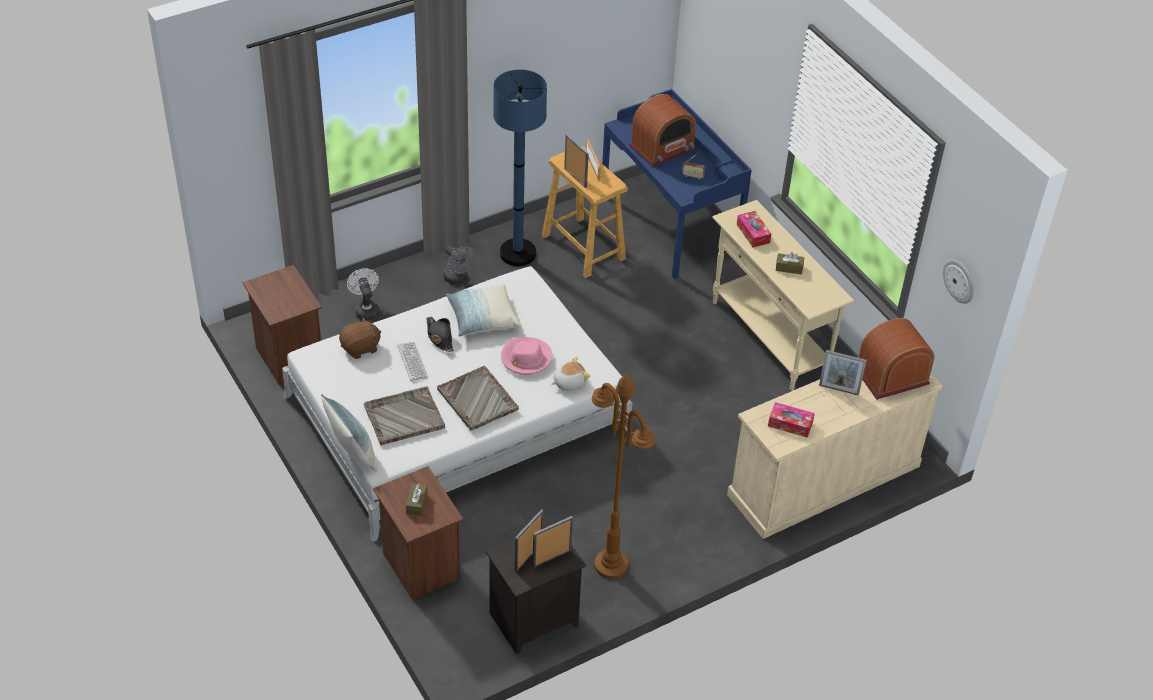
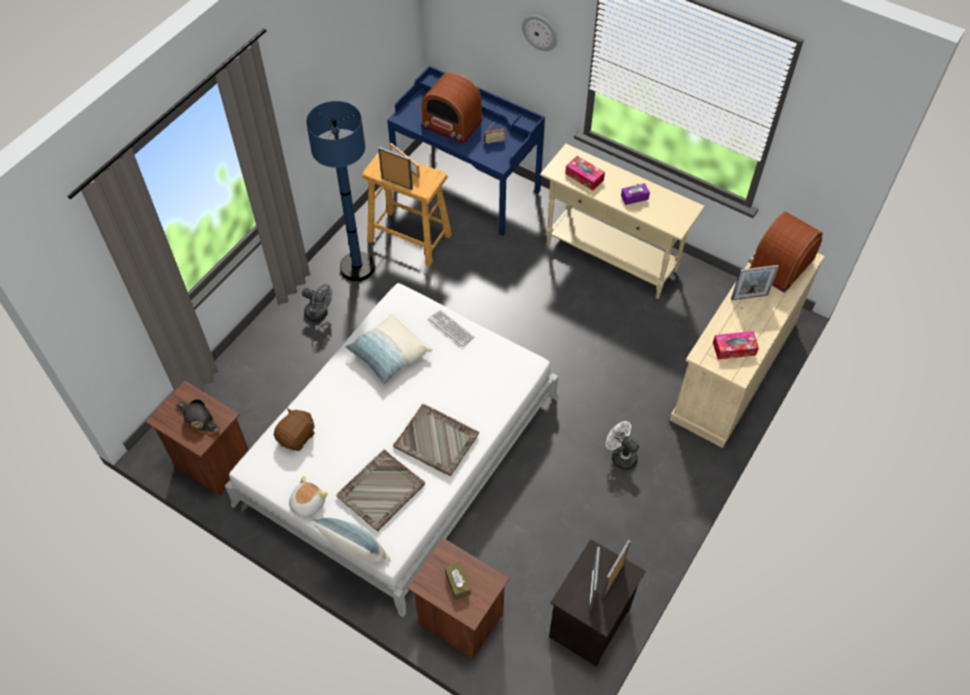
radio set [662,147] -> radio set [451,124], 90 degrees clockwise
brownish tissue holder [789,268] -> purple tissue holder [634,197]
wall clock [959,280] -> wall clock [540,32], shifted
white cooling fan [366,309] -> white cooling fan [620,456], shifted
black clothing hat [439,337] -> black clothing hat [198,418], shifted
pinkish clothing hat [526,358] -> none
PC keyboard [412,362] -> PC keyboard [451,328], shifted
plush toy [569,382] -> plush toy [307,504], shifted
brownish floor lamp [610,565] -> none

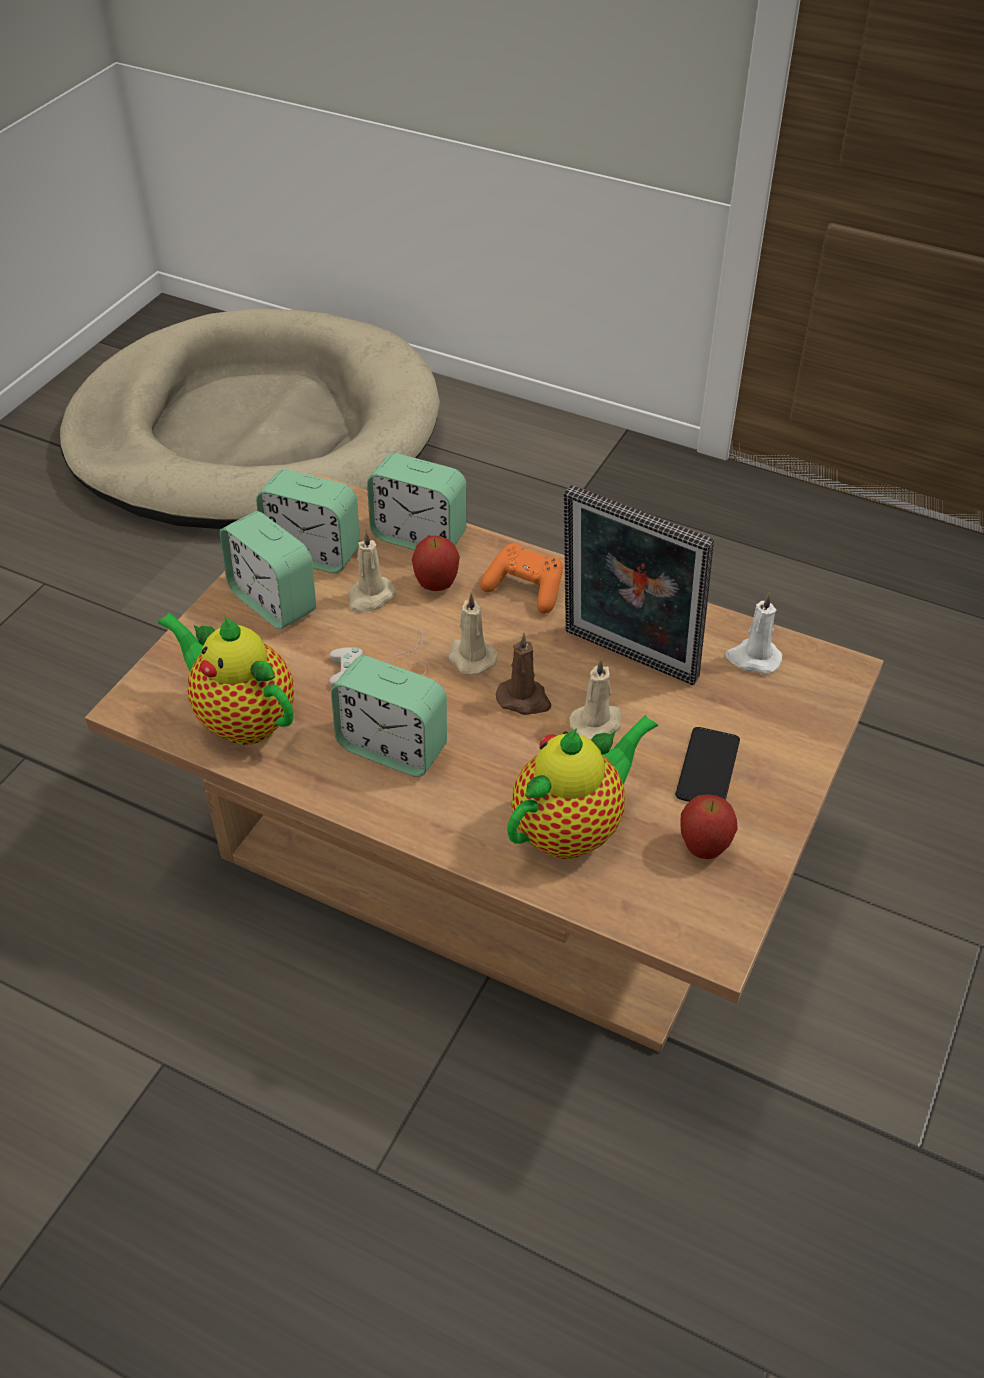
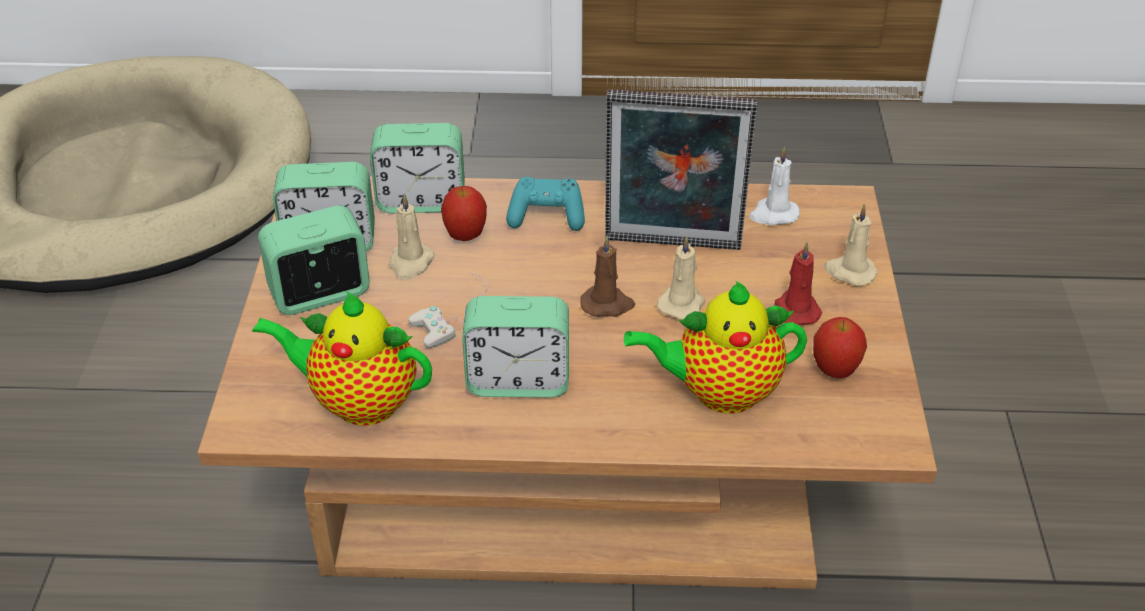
table clock [273,602] -> table clock [320,294], 135 degrees clockwise
orangey game controller [525,589] -> blue-green game controller [546,216]
sand-coloured candle [470,657] -> sand-coloured candle [849,272], shifted
teapot [573,828] -> teapot [719,392], 120 degrees counterclockwise
phone [707,768] -> red-coloured candle [795,309]

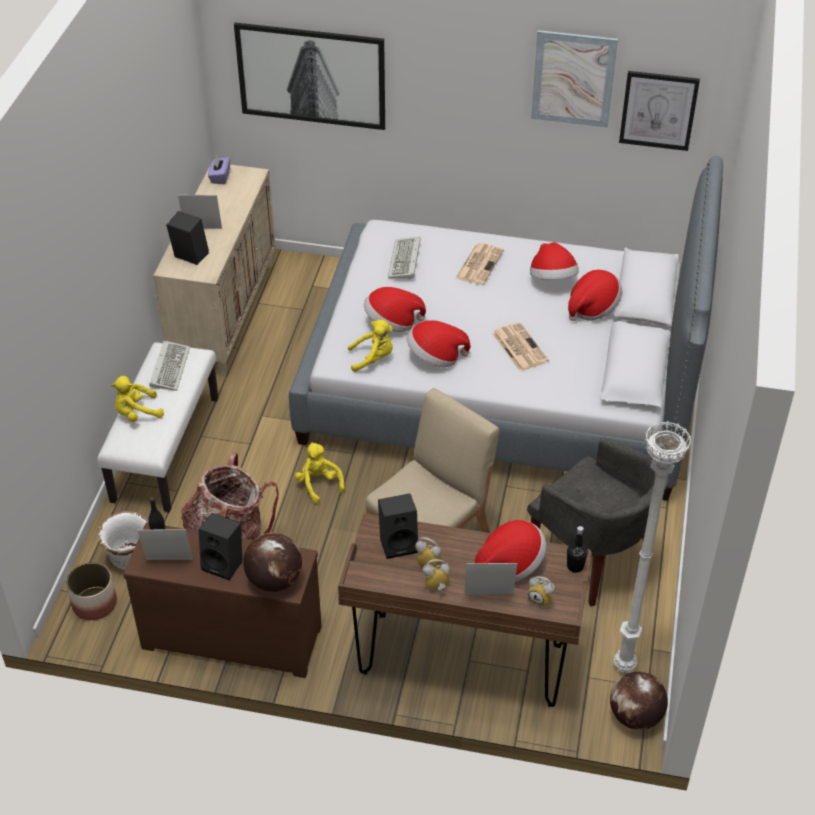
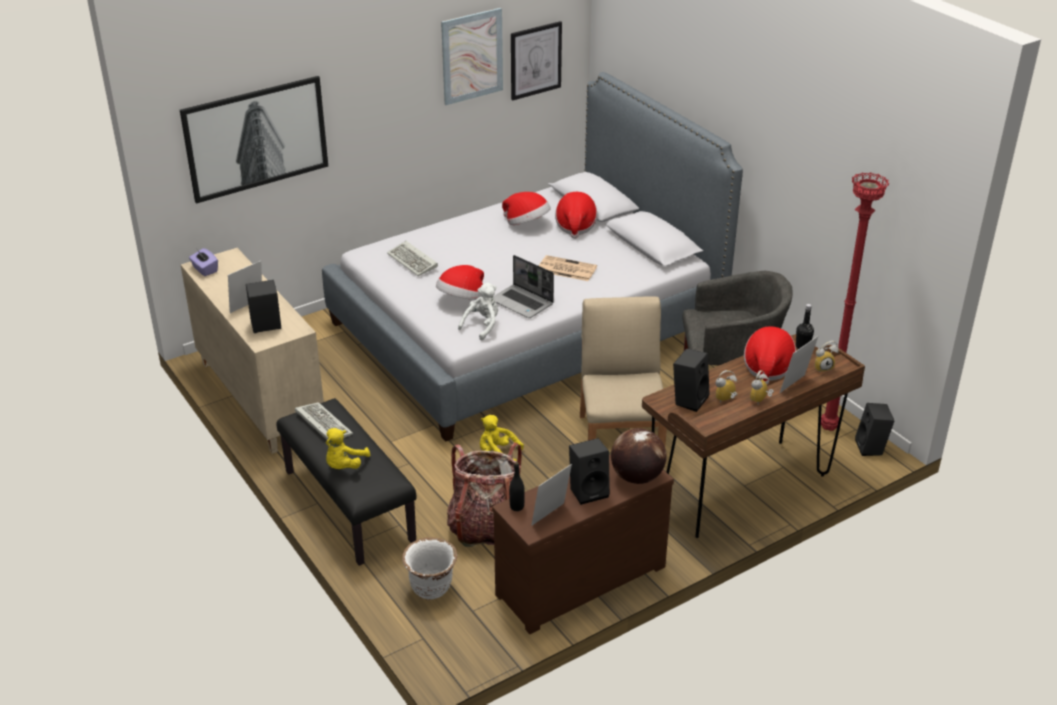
printed paper [479,264] -> none
yellow-coloured plush toy [373,358] -> white plush toy [482,326]
clothing hat [435,357] -> portable computer [522,302]
white bench [165,448] -> black bench [347,506]
white floor lamp [624,666] -> red-coloured floor lamp [827,427]
planter [94,604] -> none
desk globe [635,716] -> black loudspeaker [871,448]

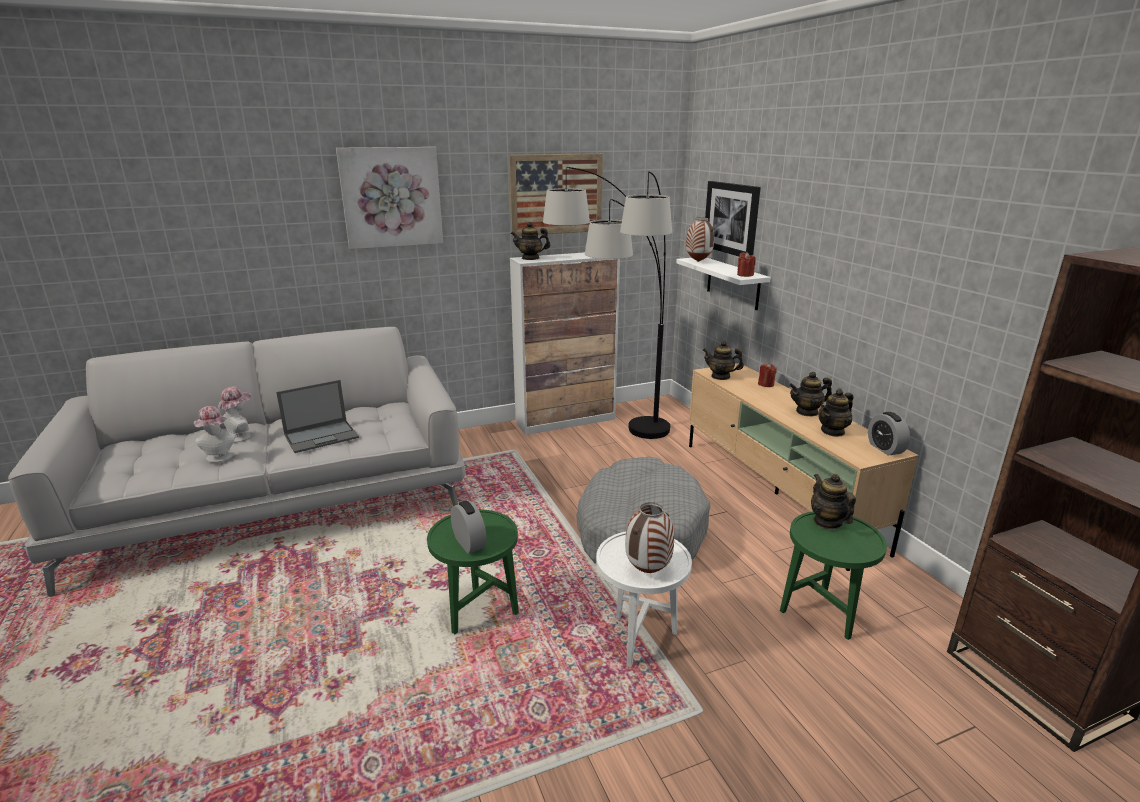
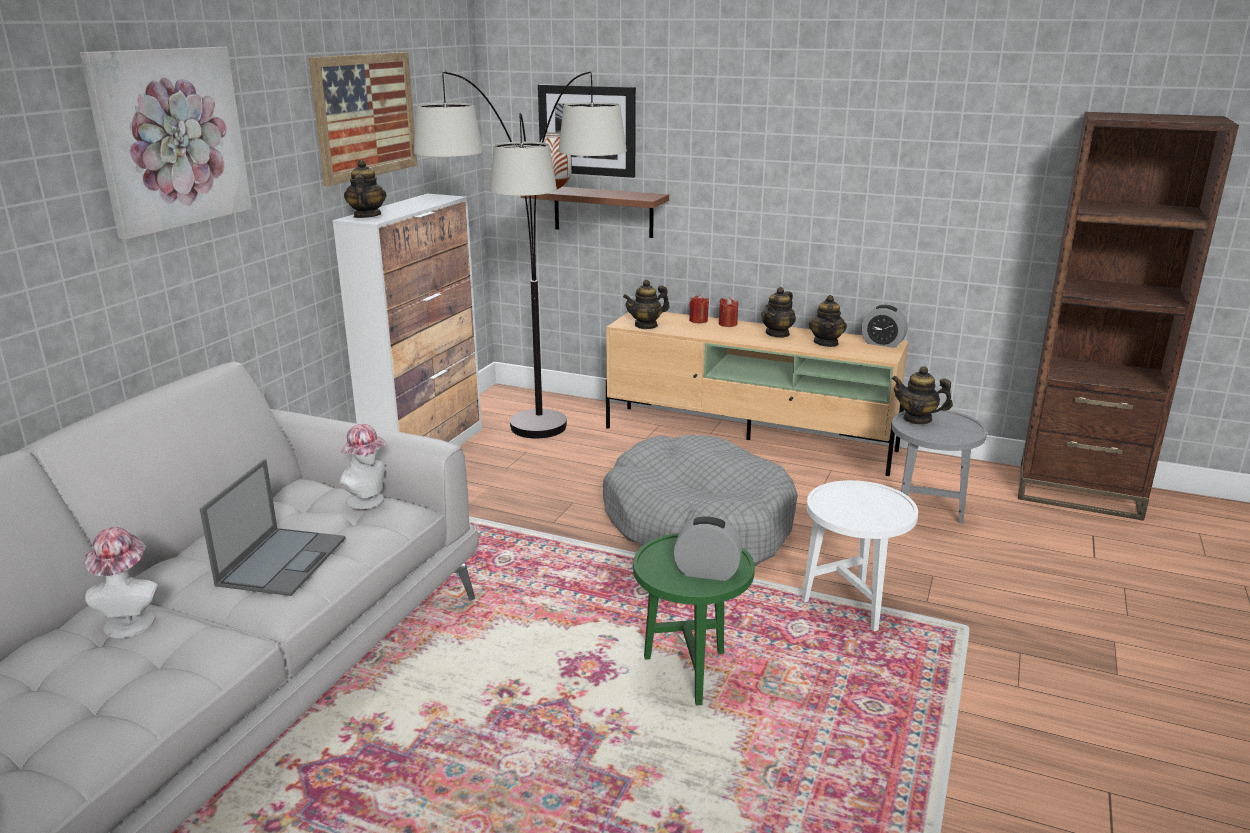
teapot [530,258] -> teapot [366,216], 135 degrees clockwise
red-coloured candle [745,275] -> red-coloured candle [727,324], shifted
white bracket shelf [733,283] -> brownish bracket shelf [603,211]
clothing hat [219,458] -> clothing hat [369,501], shifted
decorative vase [647,570] -> none
green accent table [821,617] -> greyish accent table [926,517]

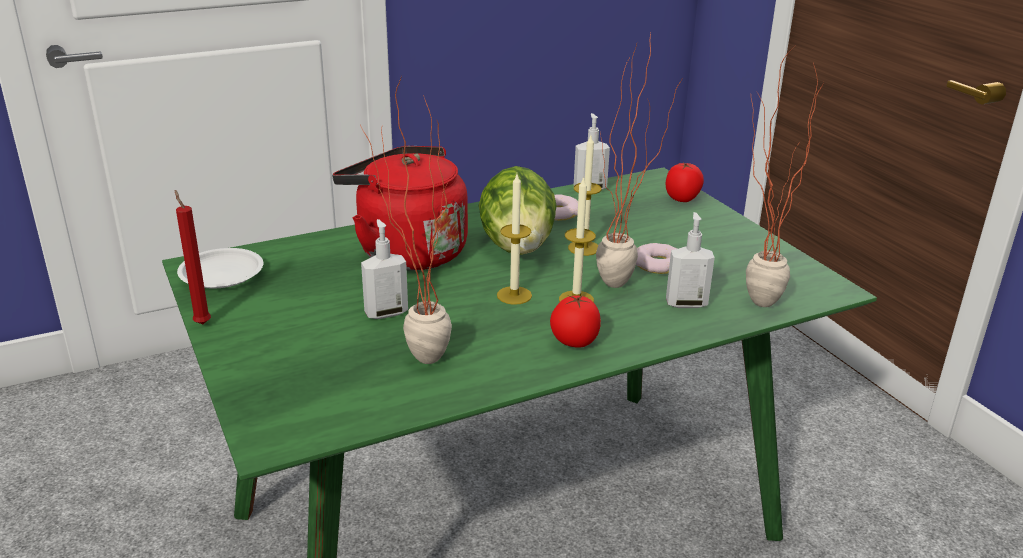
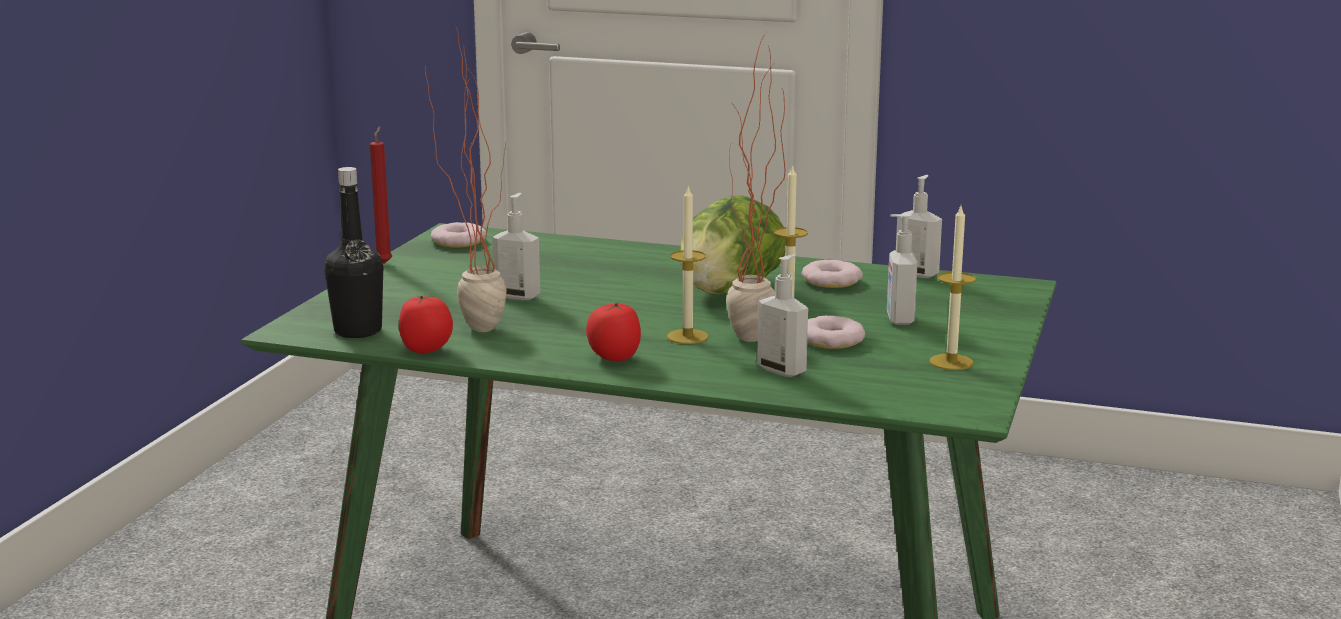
plant in a pot [749,303] -> none
red-coloured kettle [406,251] -> none
whole tomato [682,199] -> whole tomato [427,350], shifted
candle [514,295] -> candle [951,362], shifted
white dinner plate [222,274] -> doughnut [459,241]
none -> black drink bottle [358,331]
none -> liquid soap bottle [898,319]

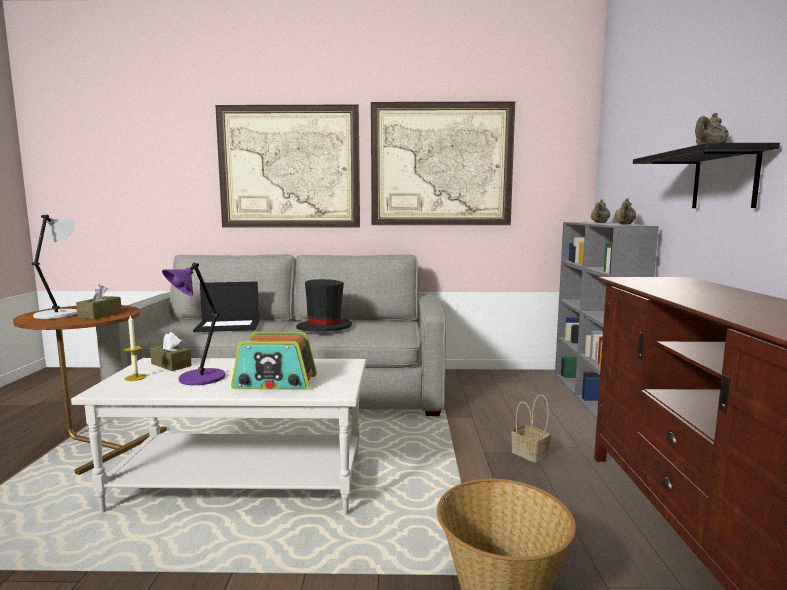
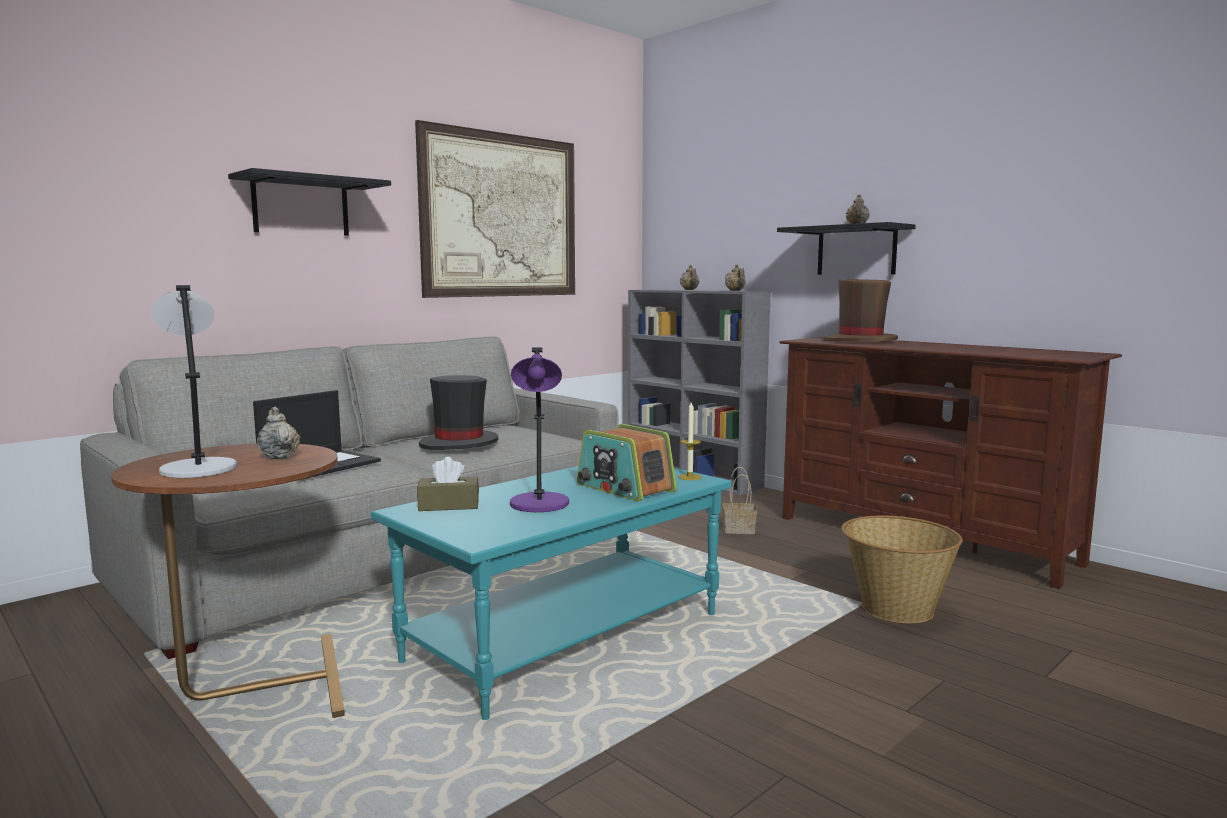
picture [289,167] -> black bracket shelf [301,207]
brownish tissue holder [100,315] -> sand-coloured teapot [279,457]
candle [135,377] -> candle [689,477], shifted
radio set [275,382] -> radio set [624,488], 90 degrees clockwise
white lounge table [243,482] -> blue-green lounge table [565,637]
none -> brownish clothing hat [860,341]

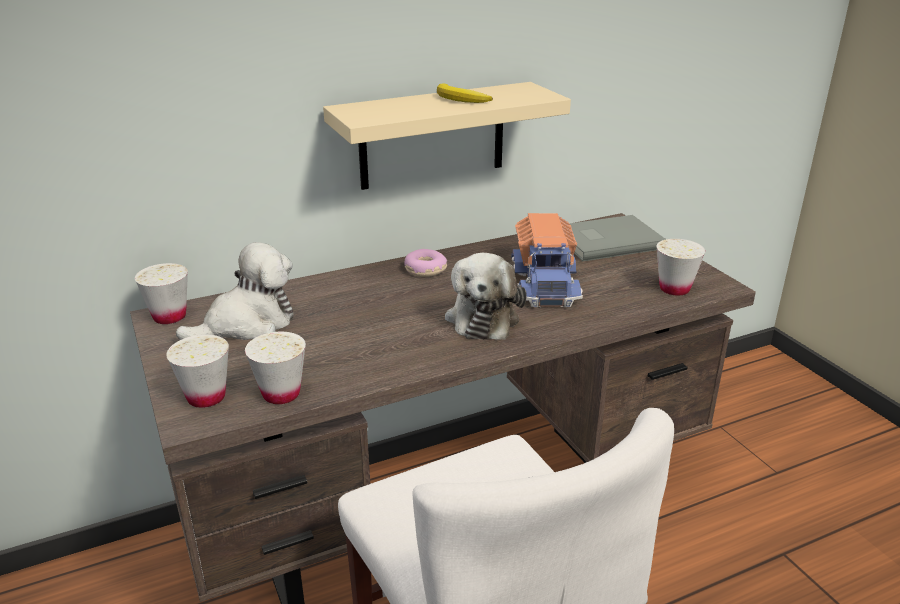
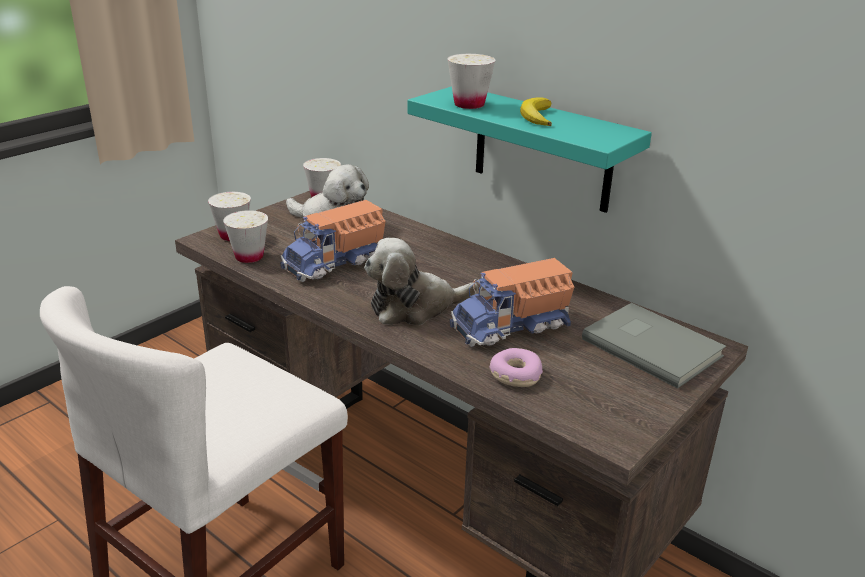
sand-coloured bracket shelf [432,136] -> blue-green bracket shelf [542,149]
white small cup [674,289] -> white small cup [469,105], shifted
doughnut [425,270] -> doughnut [515,375], shifted
none -> toy lorry [336,262]

